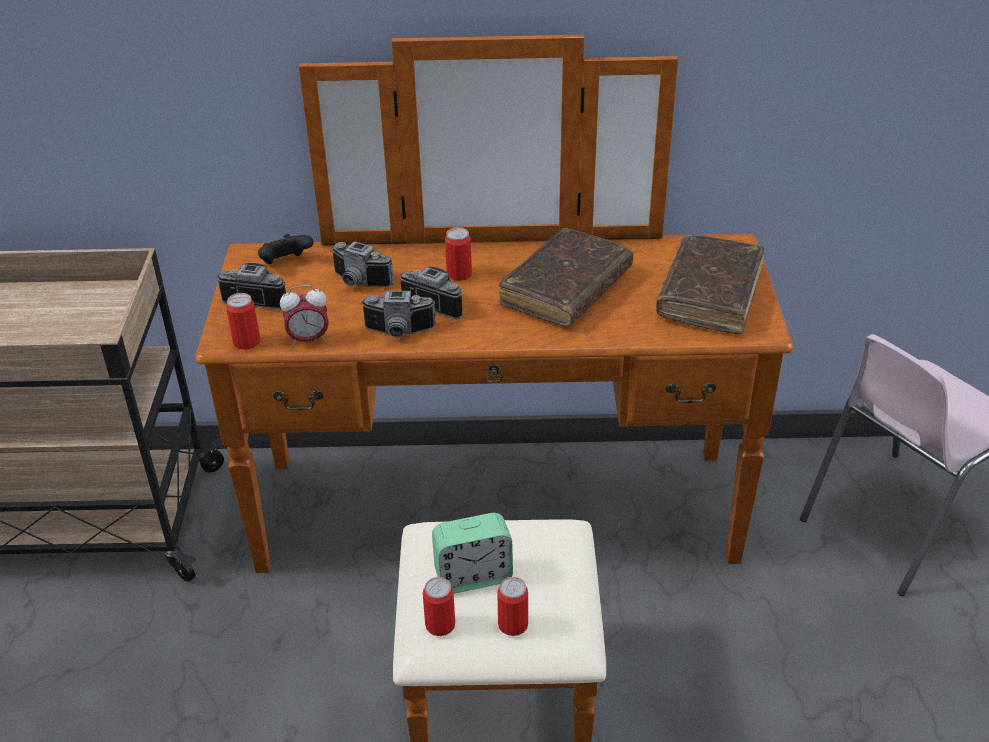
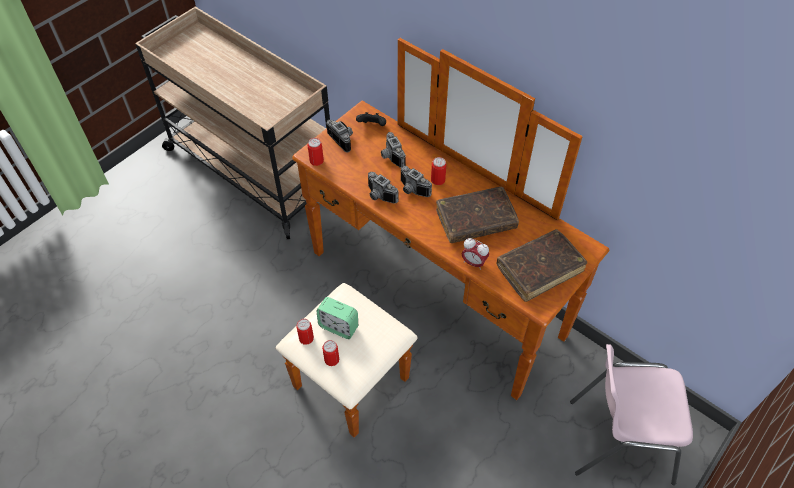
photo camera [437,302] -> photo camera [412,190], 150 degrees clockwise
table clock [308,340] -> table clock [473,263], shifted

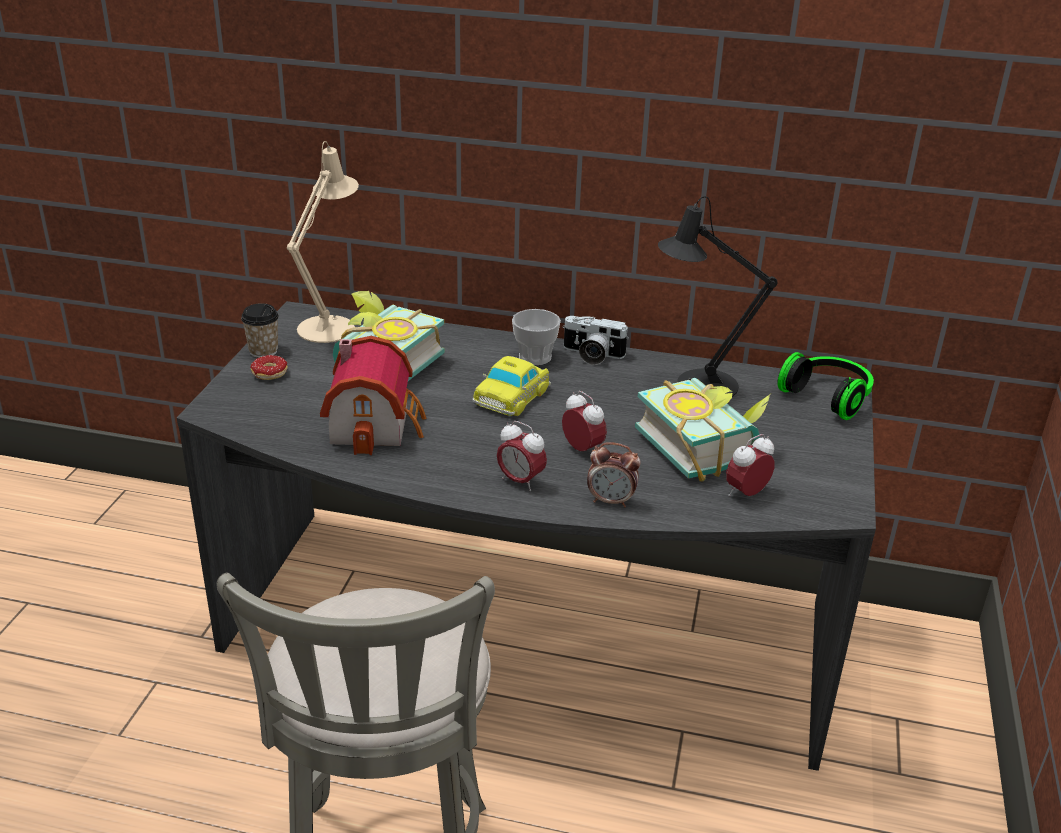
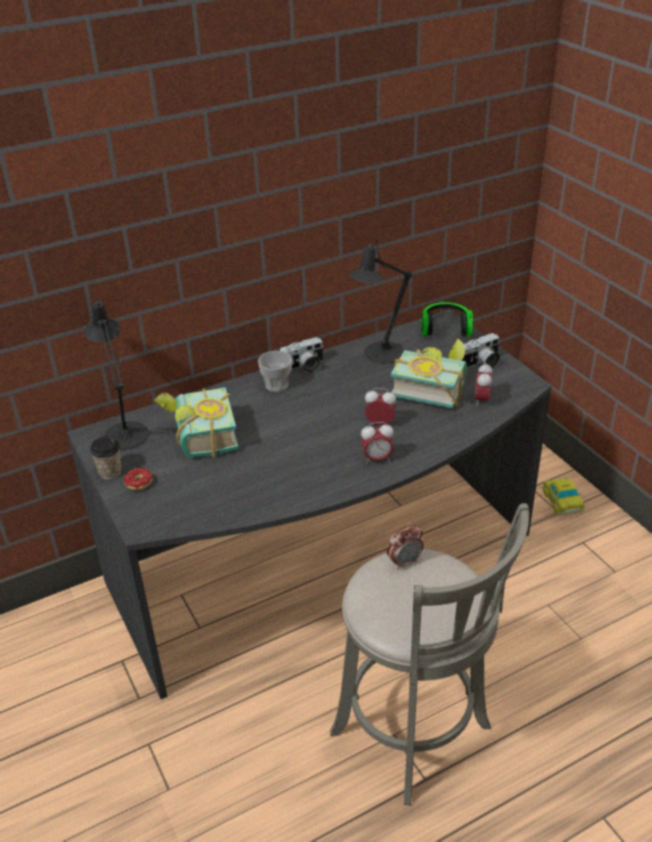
sand-coloured lamp for a table [330,325] -> black lamp for a table [124,431]
miniature house [376,424] -> none
model car [513,395] -> model car [562,500], shifted
table clock [611,501] -> table clock [404,562], shifted
none -> photo camera [481,364]

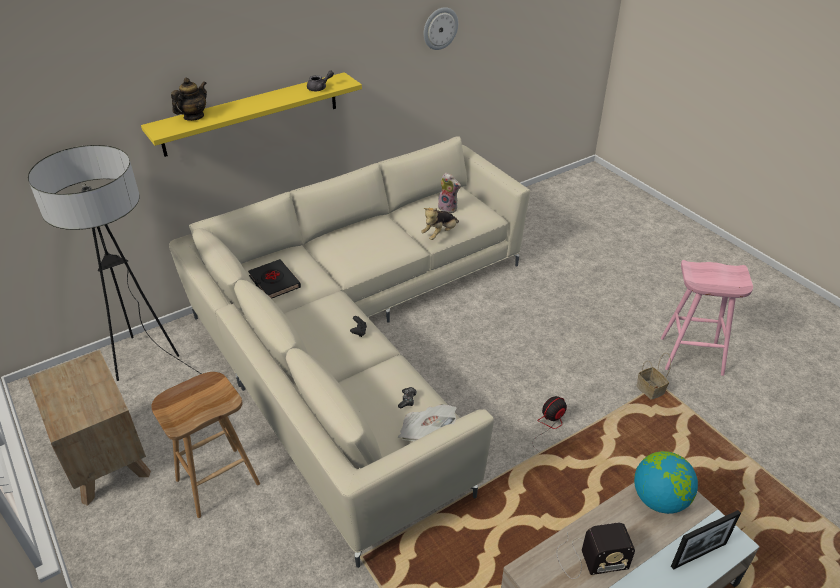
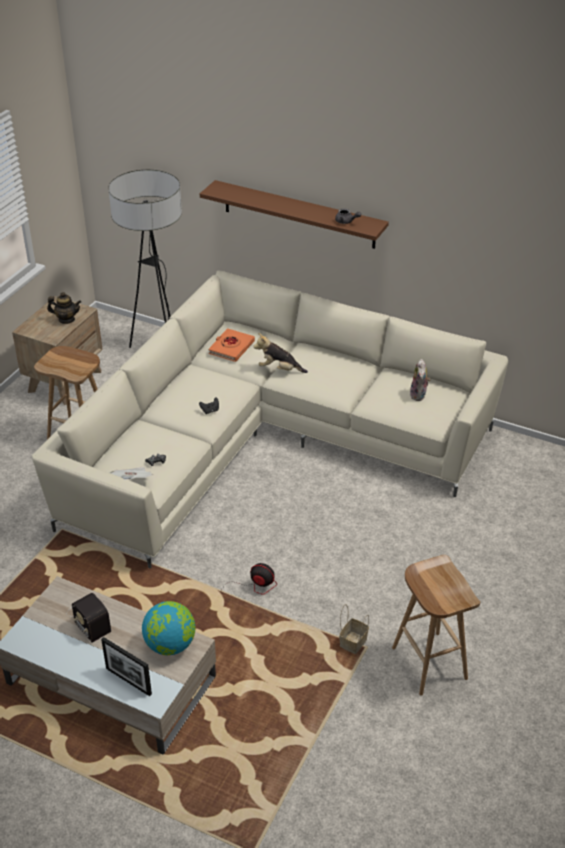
wall clock [440,28] -> none
yellow-coloured bracket shelf [251,114] -> brownish bracket shelf [299,214]
teapot [193,117] -> teapot [66,319], shifted
plush toy [440,234] -> plush toy [279,369], shifted
black bound book [274,282] -> orangey bound book [231,348]
pinkish stool [690,356] -> brownish stool [428,662]

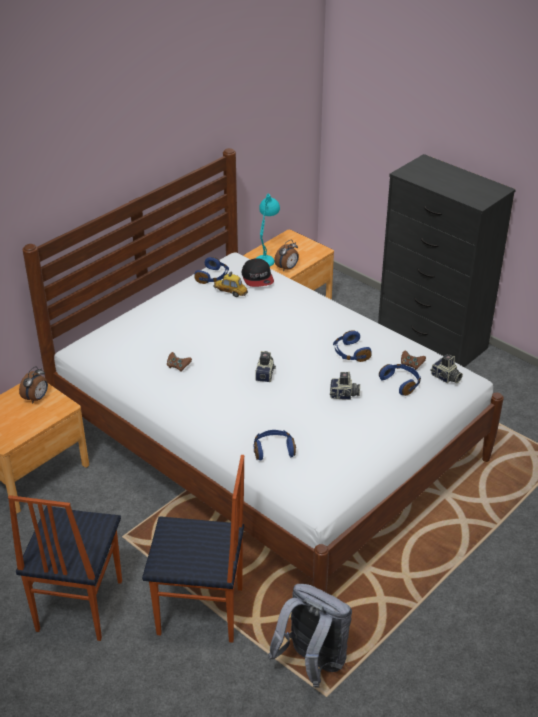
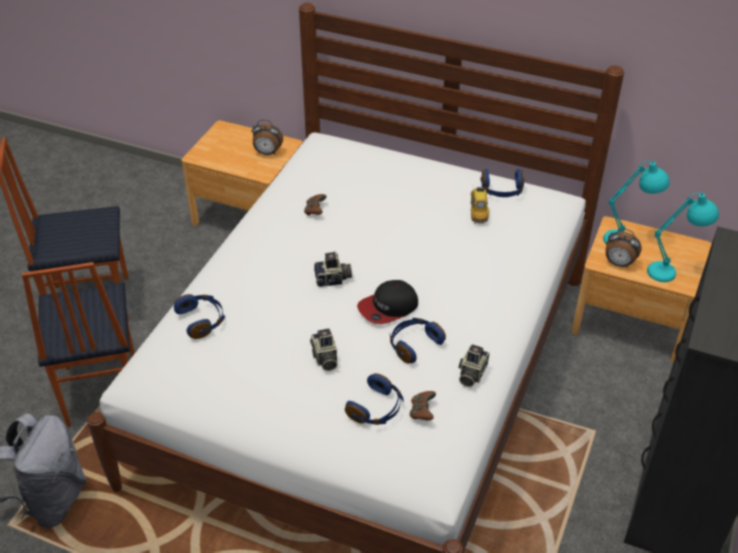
cap [257,278] -> cap [388,307], shifted
photo camera [445,378] -> photo camera [471,374], shifted
none -> blue-green lamp for a table [673,272]

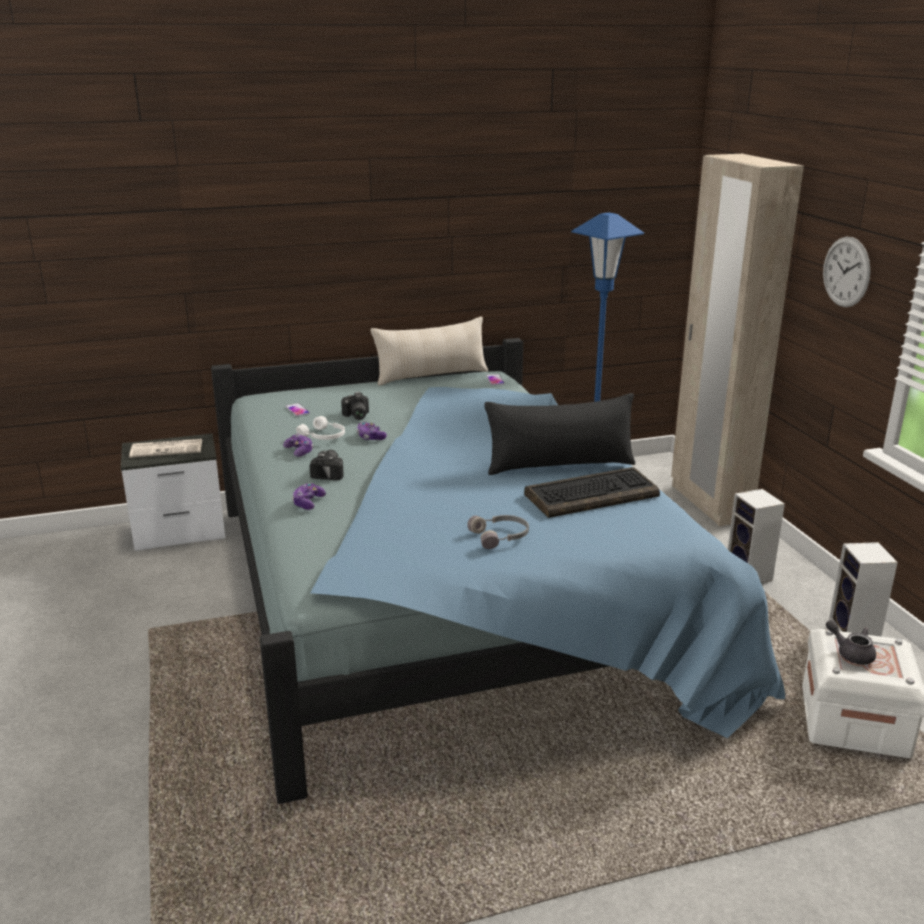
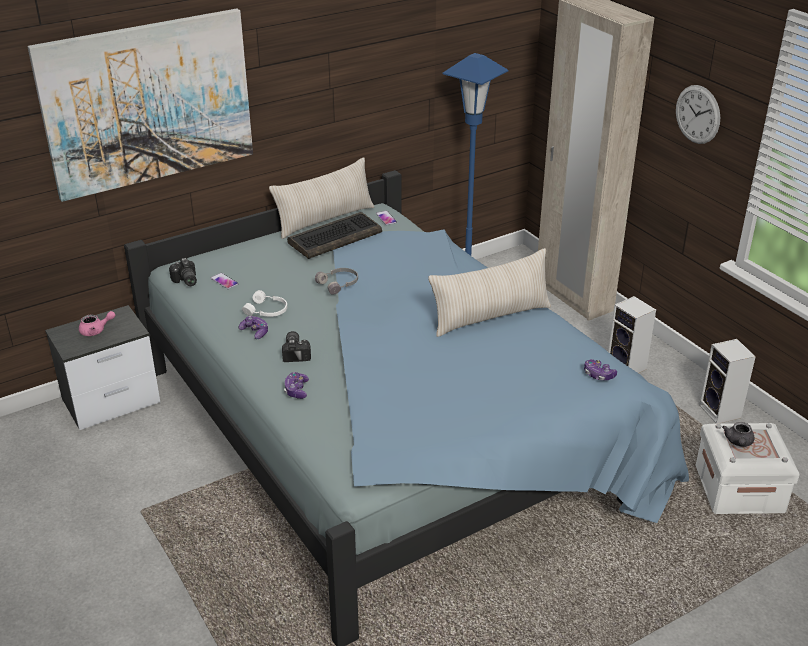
photo camera [355,416] -> photo camera [185,281], shifted
black pillow [560,465] -> sand-coloured pillow [490,317]
game controller [370,437] -> game controller [598,375], shifted
printed paper [168,449] -> pinkish teapot [96,331]
PC keyboard [592,495] -> PC keyboard [335,237], shifted
greyish headphones [501,537] -> greyish headphones [339,284], shifted
greyish teapot [851,653] -> greyish teapot [738,442], 105 degrees counterclockwise
none -> picture [148,103]

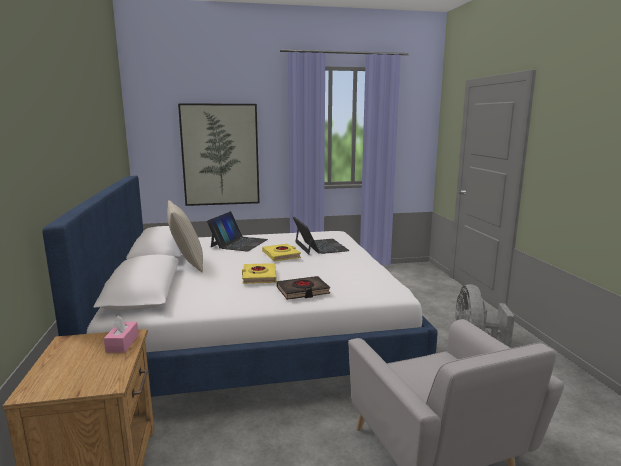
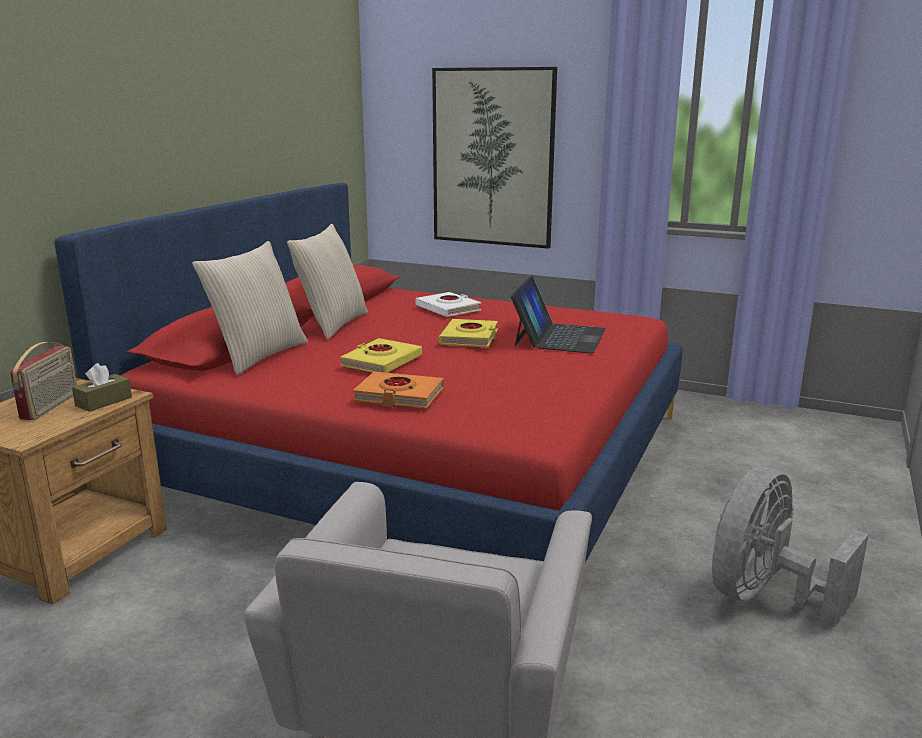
white bedroom bed [254,332] -> red-coloured bedroom bed [418,455]
portable computer [239,243] -> white bound book [448,309]
black bound book [303,291] -> orangey bound book [399,396]
pinkish tissue holder [122,343] -> brownish tissue holder [104,401]
none -> sand-coloured pillow [258,356]
none -> radio set [51,406]

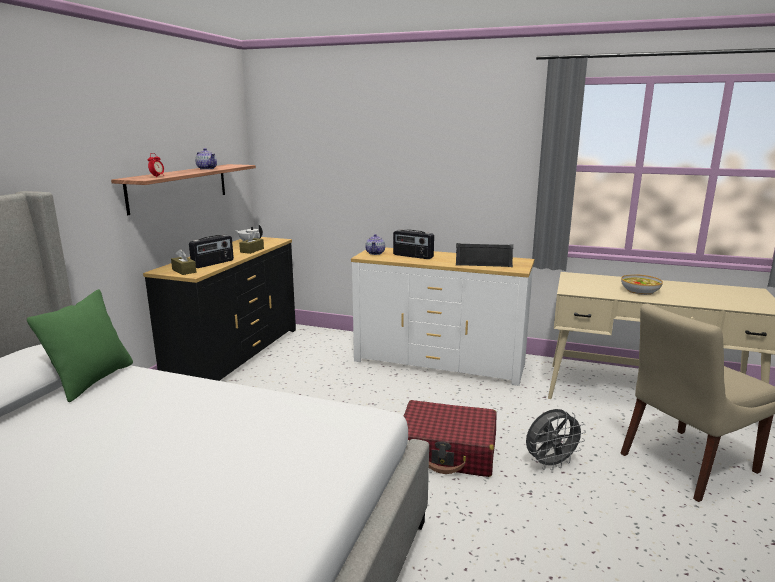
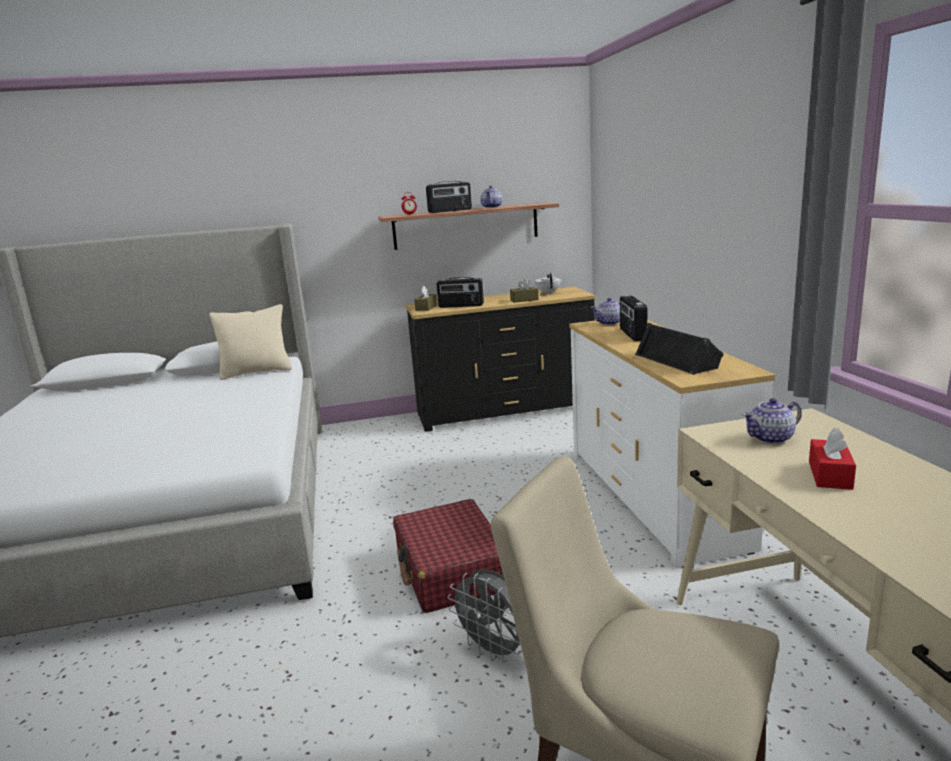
deep dish [639,291] -> red-coloured tissue holder [830,475]
green pillow [92,380] -> sand-coloured pillow [256,372]
none -> radio set [450,211]
none -> teapot [771,438]

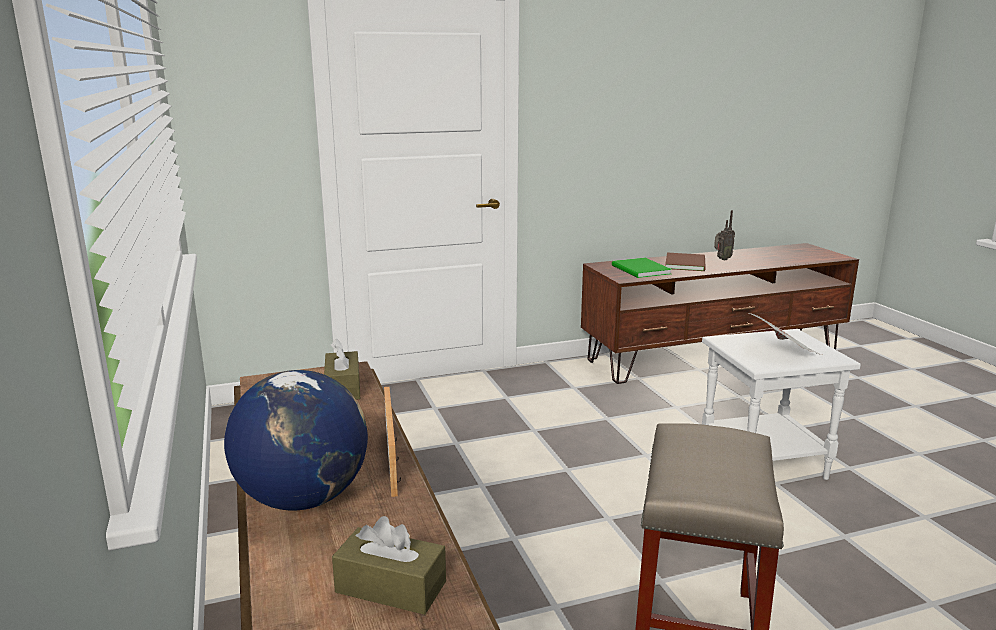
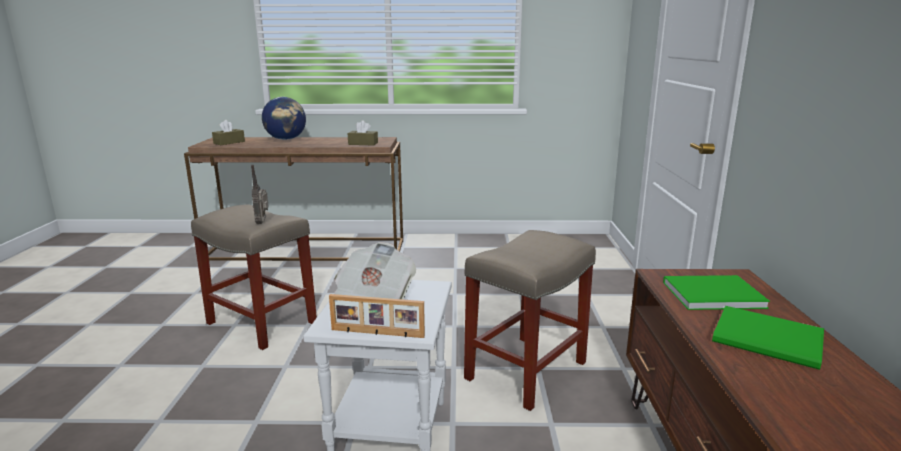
radio set [721,259] -> radio set [263,222], shifted
brownish bound book [686,263] -> green bound book [770,341]
standing frame [393,461] -> standing frame [377,333], shifted
none -> sand-coloured stool [526,369]

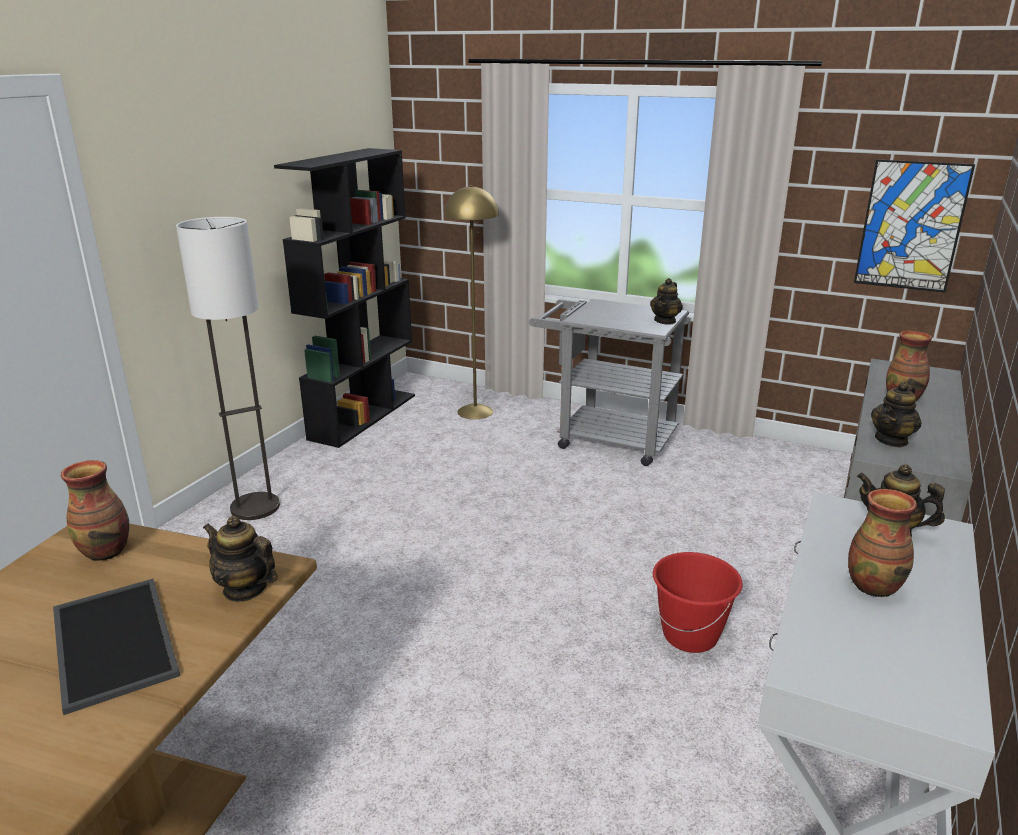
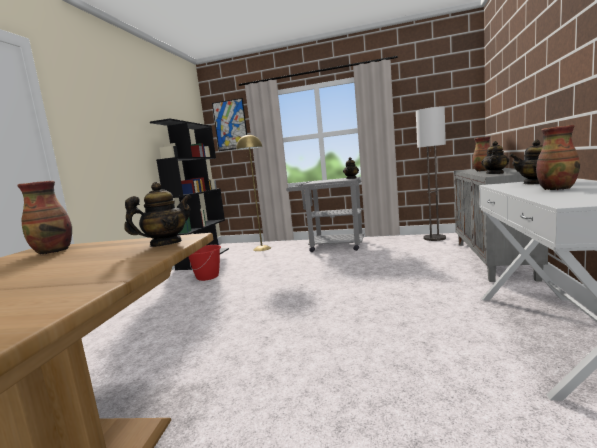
picture [911,226] -> picture [230,125], shifted
floor lamp [255,508] -> floor lamp [434,238], shifted
teapot [245,589] -> teapot [165,244], 120 degrees clockwise
red-coloured pail [690,635] -> red-coloured pail [208,277], shifted
tray [110,641] -> none

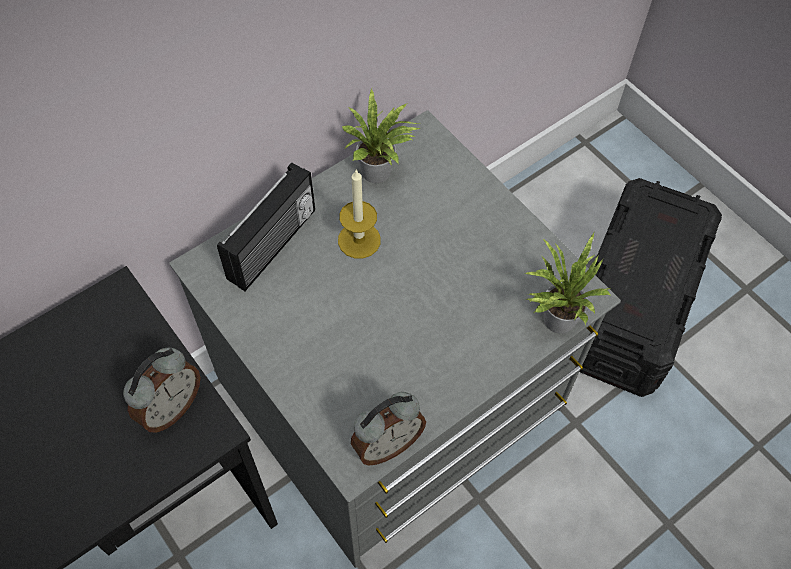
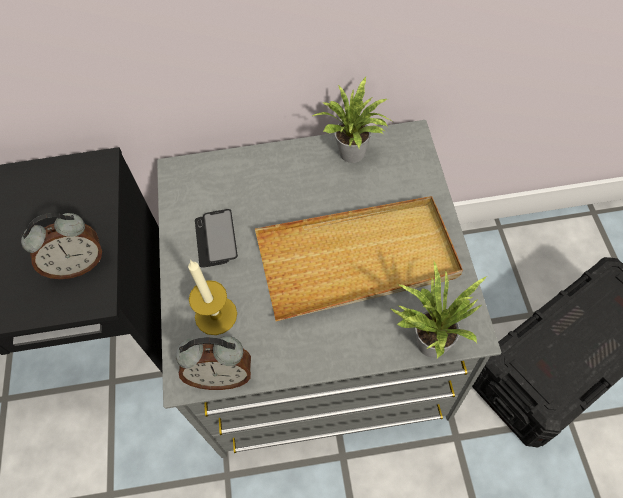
radio set [274,245] -> none
candle [359,240] -> candle [216,315], shifted
none -> sand-coloured tray [357,260]
none -> phone [216,239]

